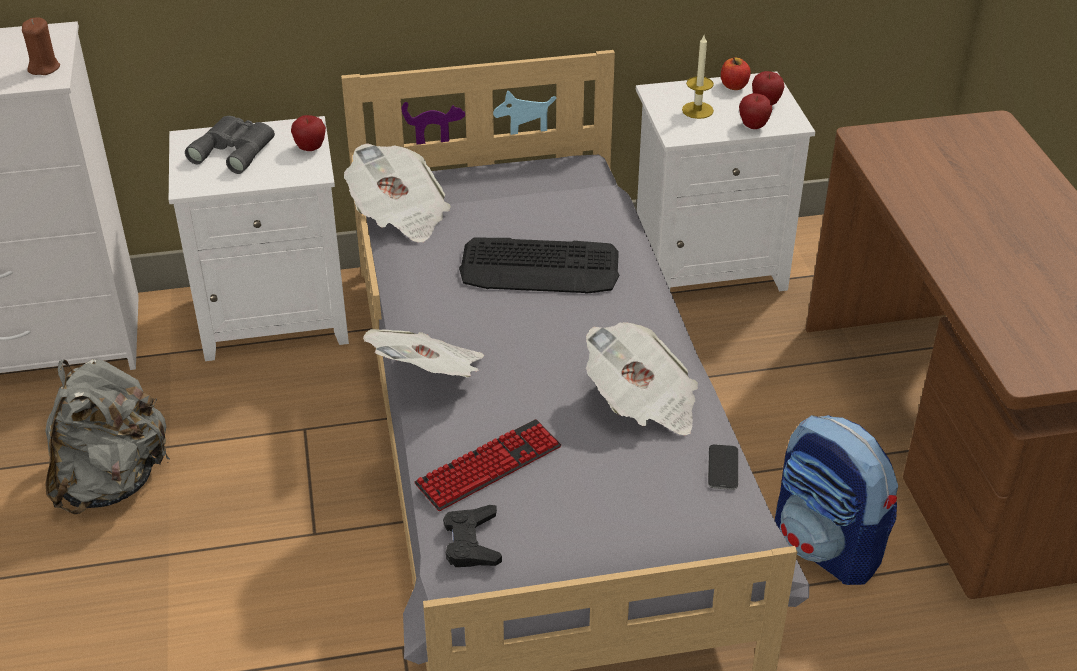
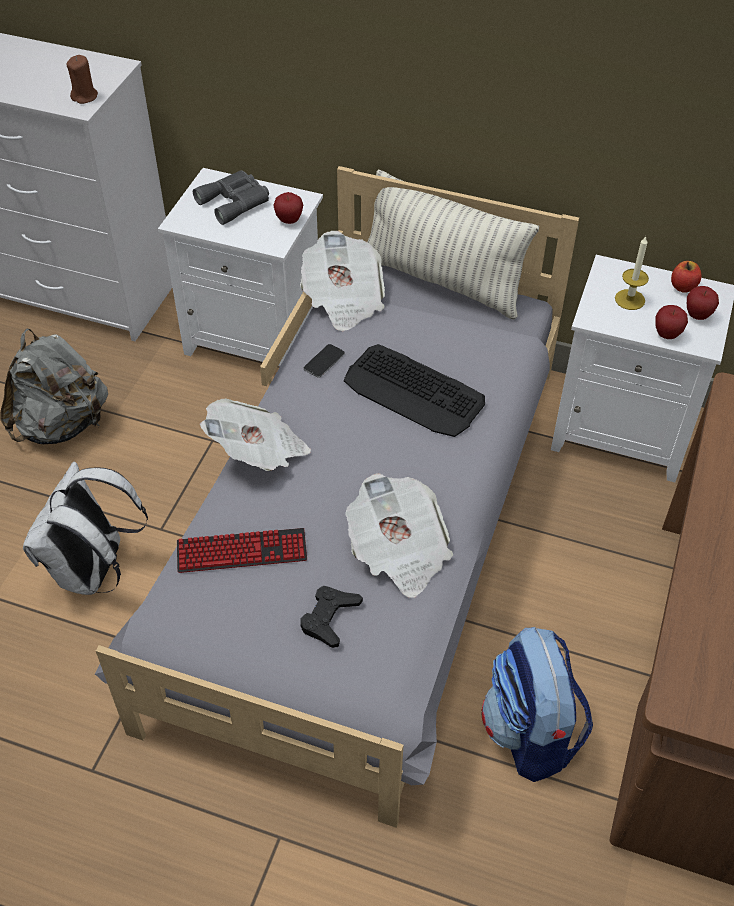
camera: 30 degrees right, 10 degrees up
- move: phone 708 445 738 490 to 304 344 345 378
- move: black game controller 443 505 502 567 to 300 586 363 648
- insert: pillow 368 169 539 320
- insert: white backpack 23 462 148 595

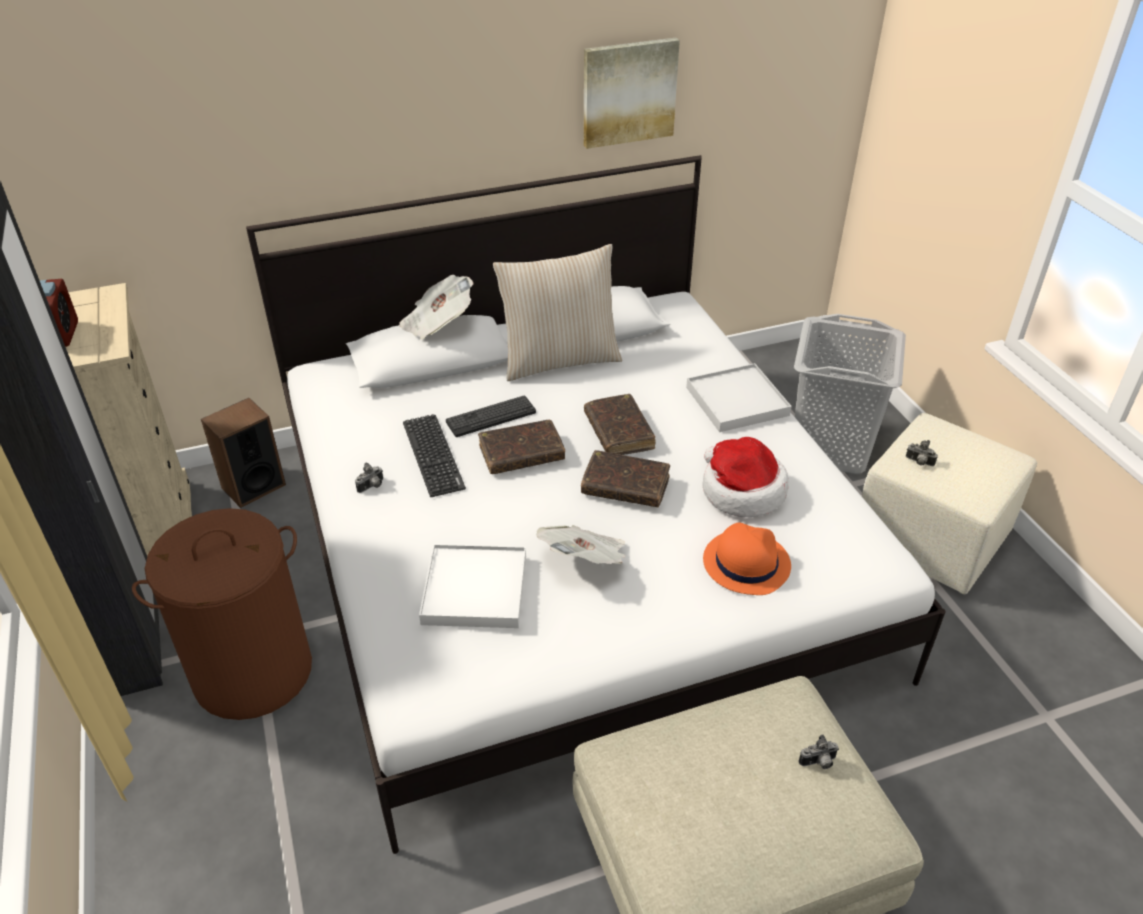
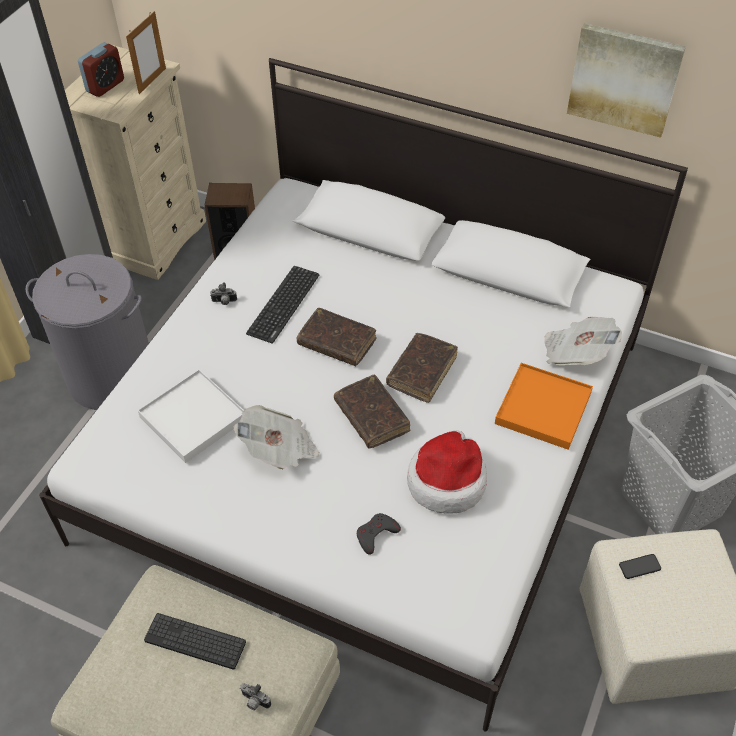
camera: 45 degrees right, 10 degrees up
- delete: beige pillow 493 244 623 381
- move: newspaper 399 275 474 340 to 544 316 622 365
- recolor: white tray 686 363 792 432 to orange tray 495 363 593 450
- move: keyboard 446 396 536 437 to 144 613 246 670
- replace: photo camera 906 440 938 466 to phone 619 554 661 579
- recolor: brown laundry basket 132 508 312 720 to grey laundry basket 26 254 149 410
- replace: orange hat 703 522 791 595 to grey game controller 357 513 401 555
- insert: picture frame 126 11 166 94

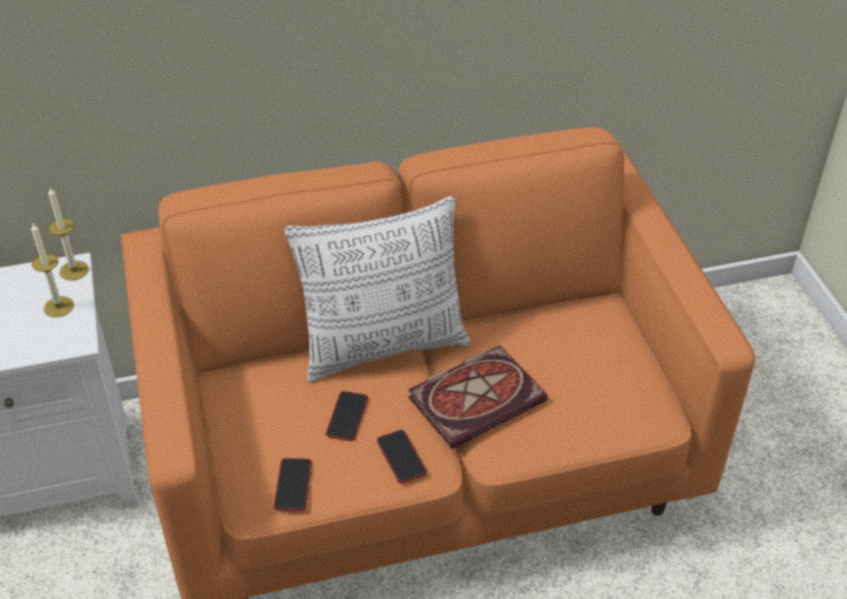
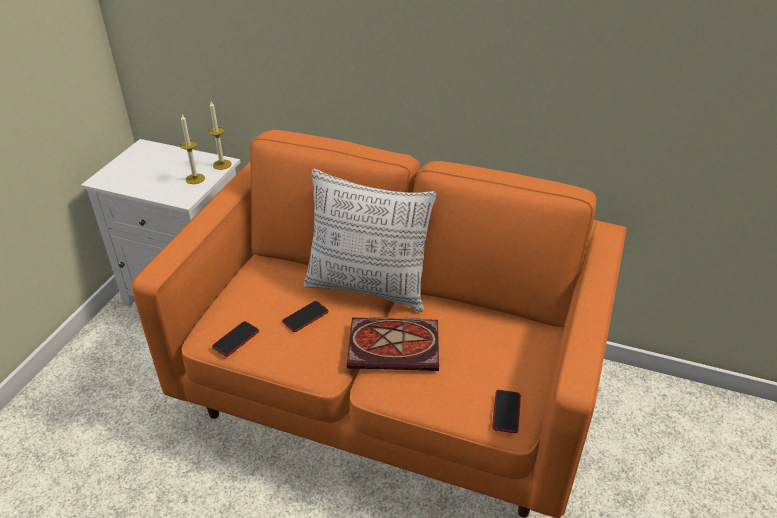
camera: 35 degrees right, 5 degrees down
- move: phone 377 430 427 484 to 492 390 521 433

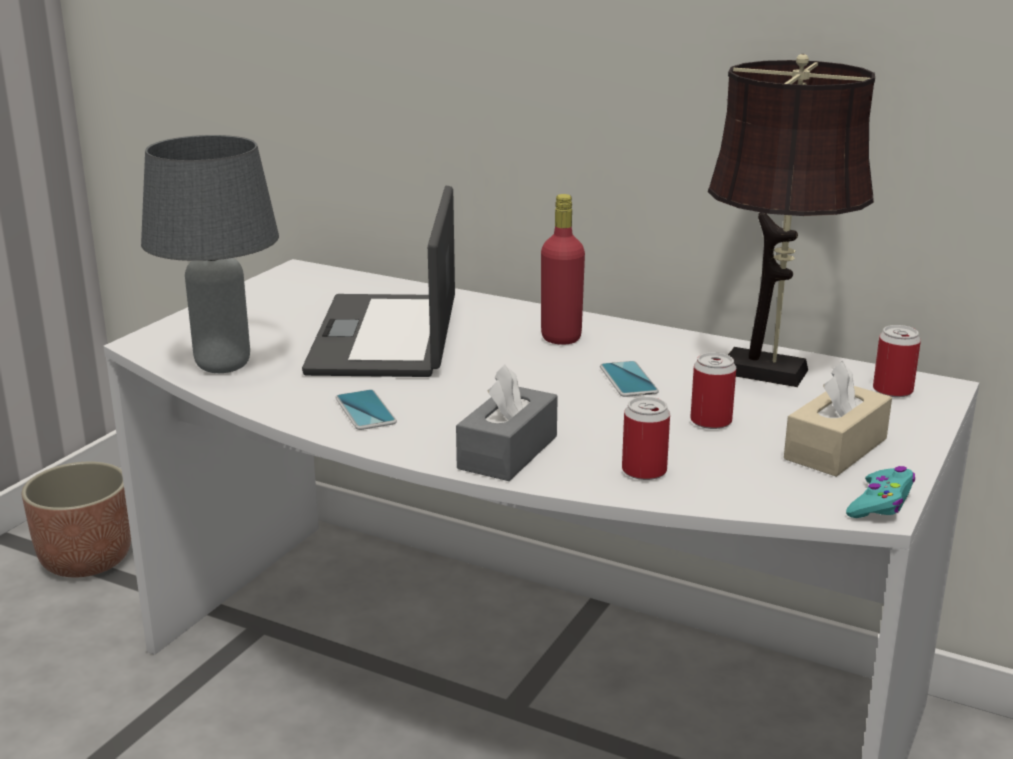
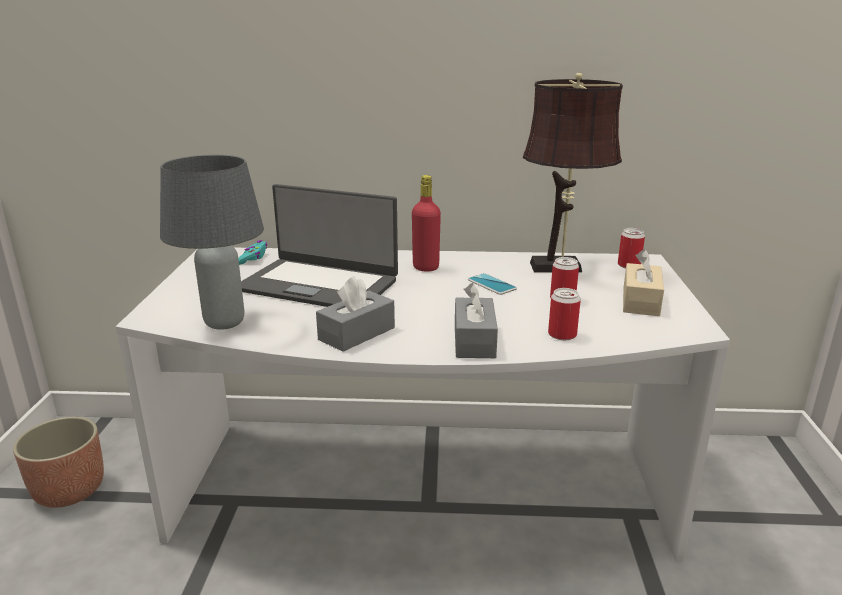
camera: 25 degrees left, 0 degrees up
- rotate: laptop 302 186 455 377 = 241 184 398 307 45 degrees counterclockwise
- replace: phone 335 390 397 430 to grey tissue box 316 276 395 352
- move: turquoise game controller 846 466 915 518 to 238 240 267 265

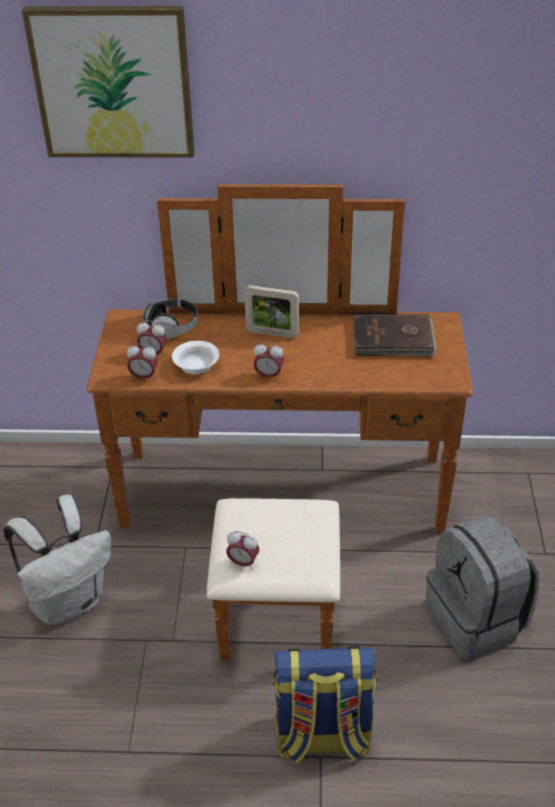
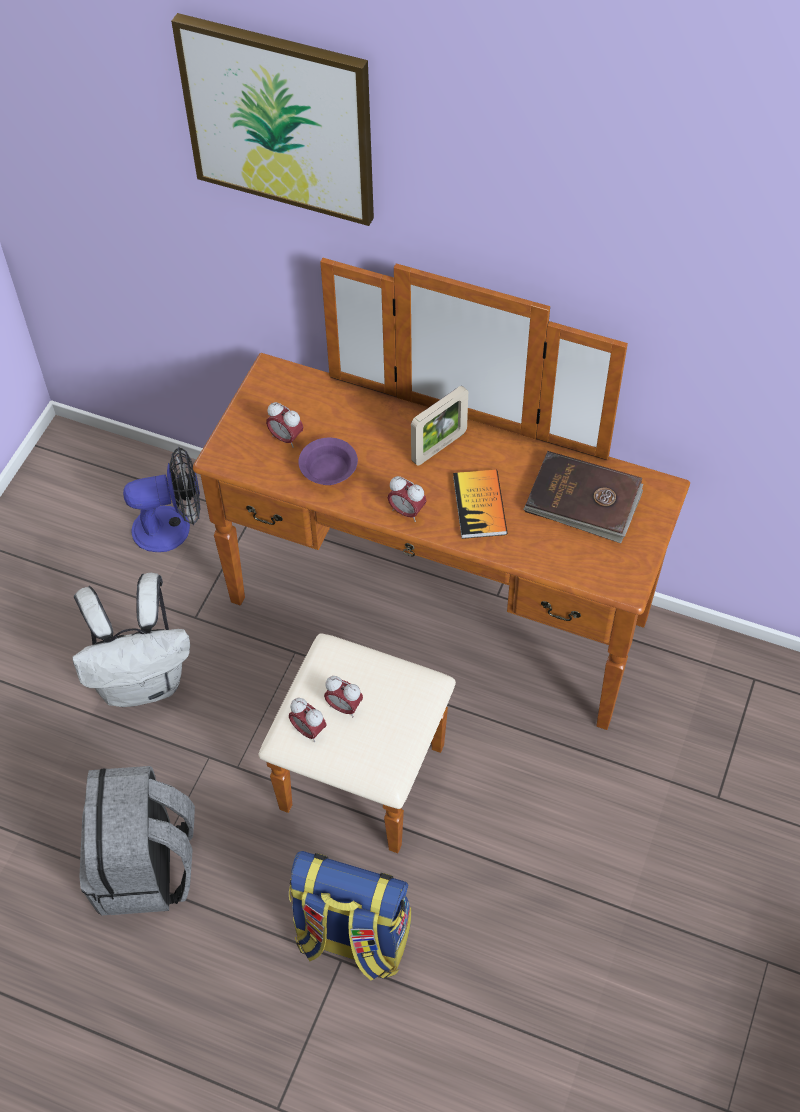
camera: 20 degrees right, 15 degrees up
- rotate: picture frame 244 285 299 338 = 411 386 468 466 75 degrees counterclockwise
- delete: headphones 143 299 198 340
- recolor: white bowl 172 341 219 374 to purple bowl 298 438 358 485
- move: alarm clock 126 343 158 381 to 324 676 363 717
- move: grey backpack 426 515 539 660 to 79 766 195 915
- insert: fan 123 447 201 552
- insert: book 453 470 507 539

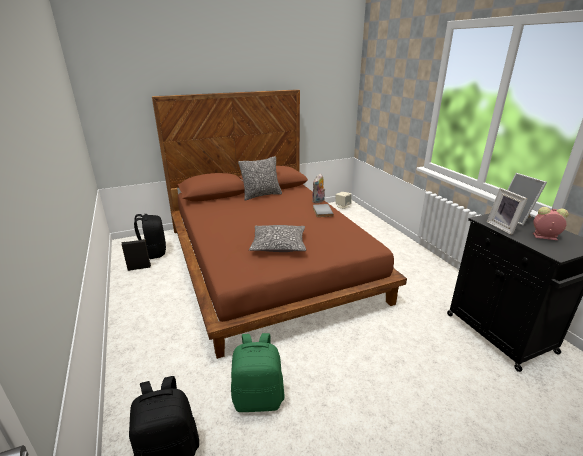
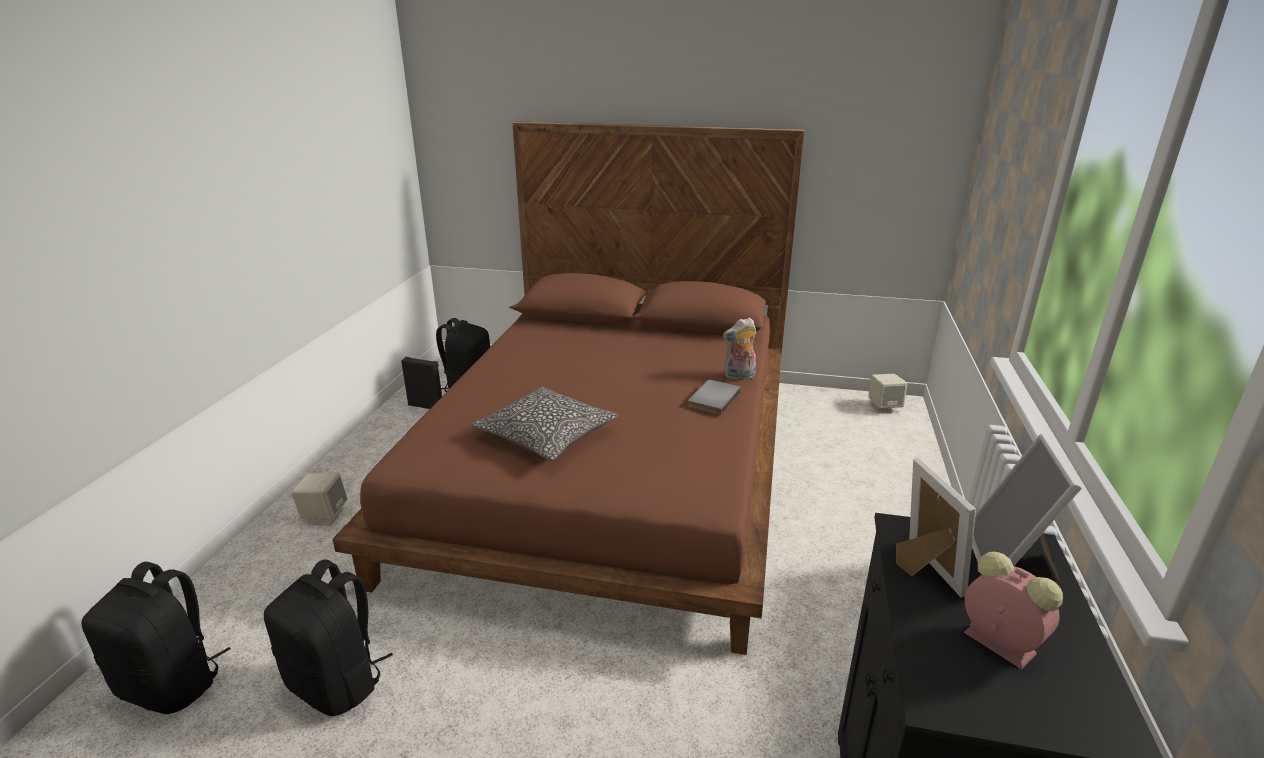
camera: 35 degrees right, 0 degrees up
- delete: pillow 238 156 282 201
- rotate: picture frame 487 188 528 235 = 896 458 976 598 150 degrees clockwise
- recolor: green backpack 231 333 284 412 to black backpack 264 559 393 716
- insert: beige speaker 291 472 348 526

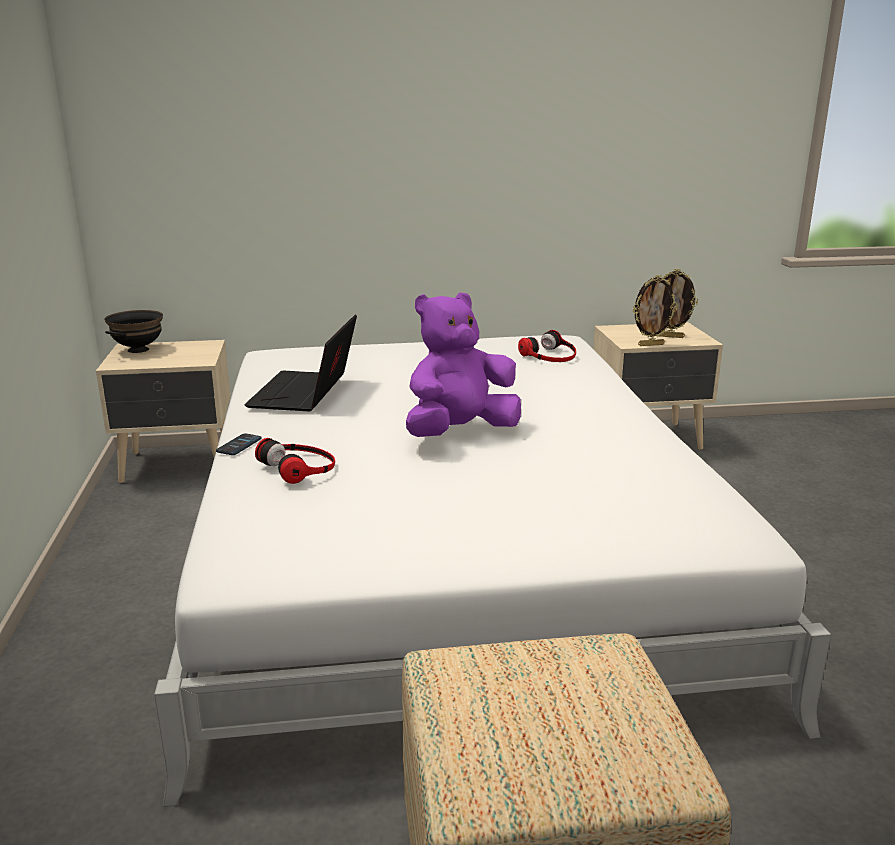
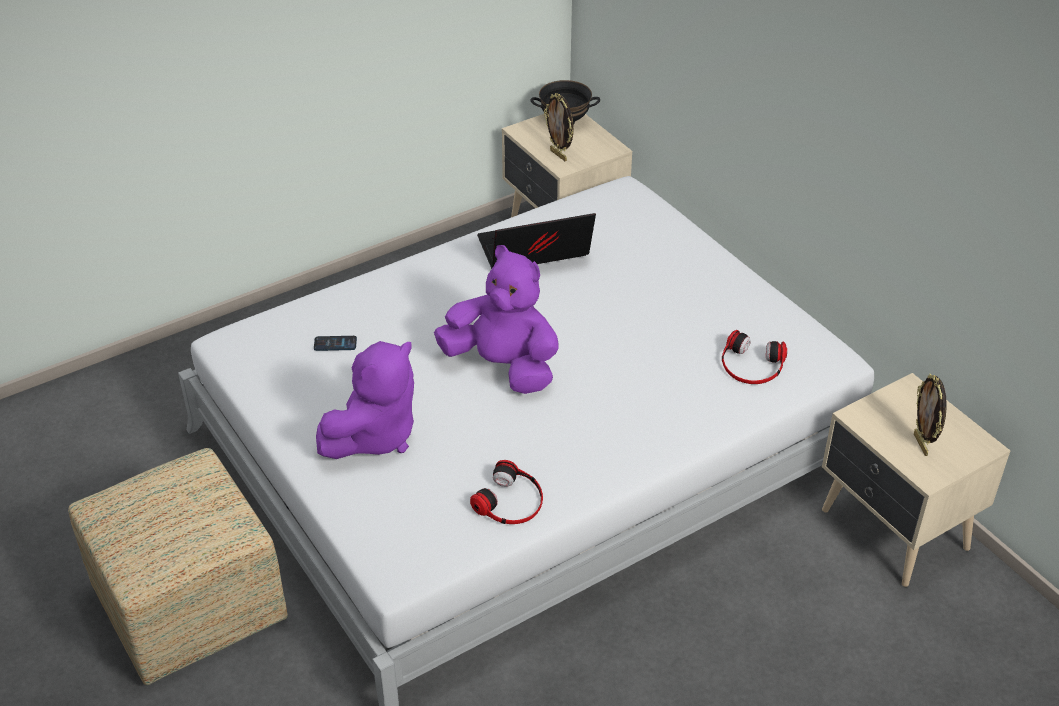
camera: 65 degrees right, 20 degrees up
- move: picture frame 633 275 677 346 to 544 93 574 161
- move: phone 216 434 262 455 to 314 336 357 351
- move: headphones 255 438 335 484 to 470 460 543 524
- insert: purple plush toy 316 341 414 459

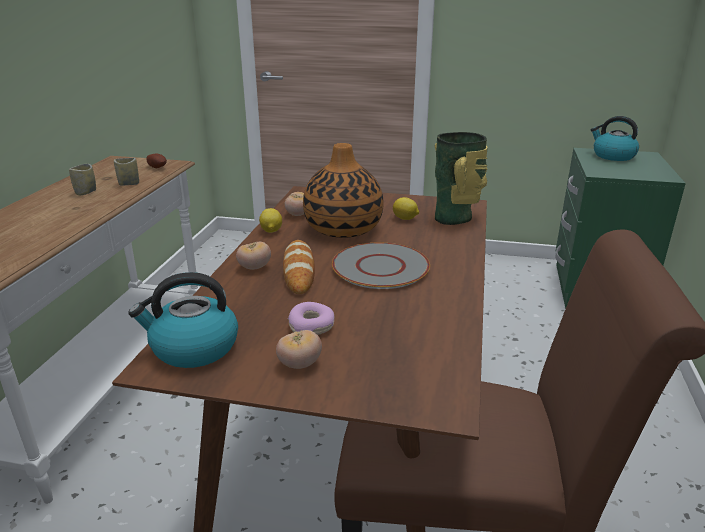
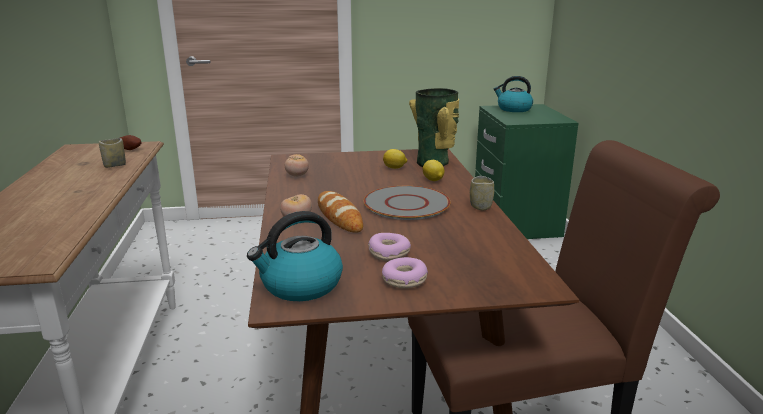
camera: 20 degrees left, 5 degrees down
- delete: vase 303 143 383 238
- move: cup 69 164 96 195 to 470 176 494 210
- move: lemon 259 208 282 233 to 423 160 444 181
- replace: tomato 276 330 322 369 to donut 382 257 428 288

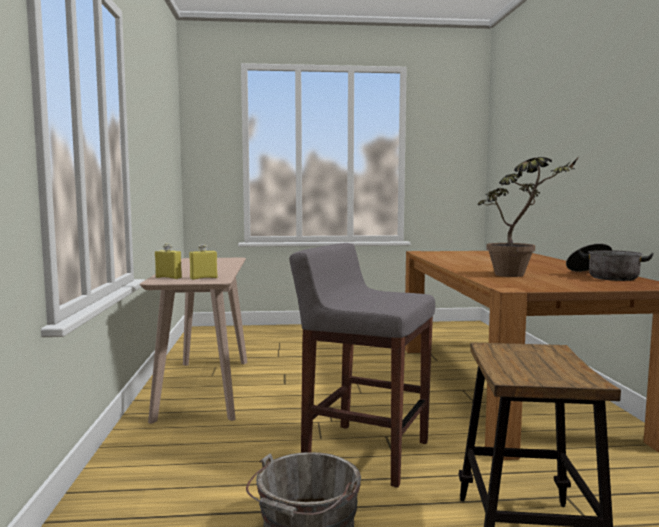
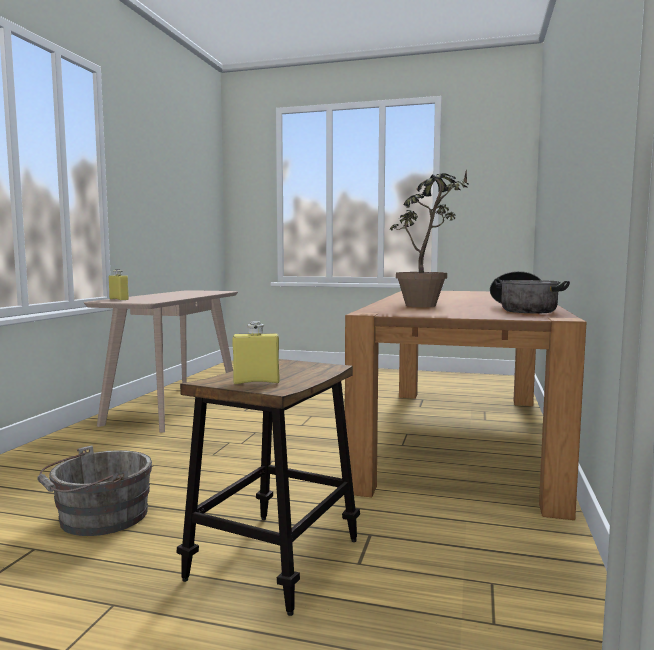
camera: 20 degrees right, 0 degrees up
- delete: grey stool 289 243 435 488
- move: yellow bottle 189 244 217 280 to 232 321 279 384

